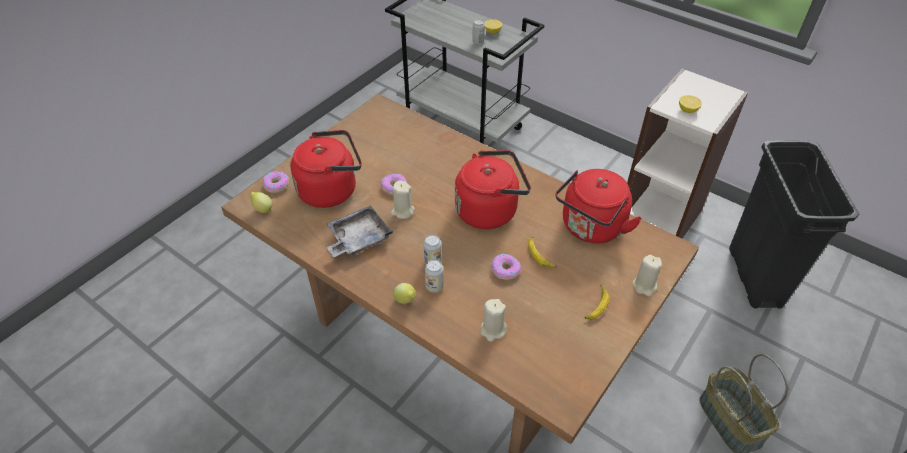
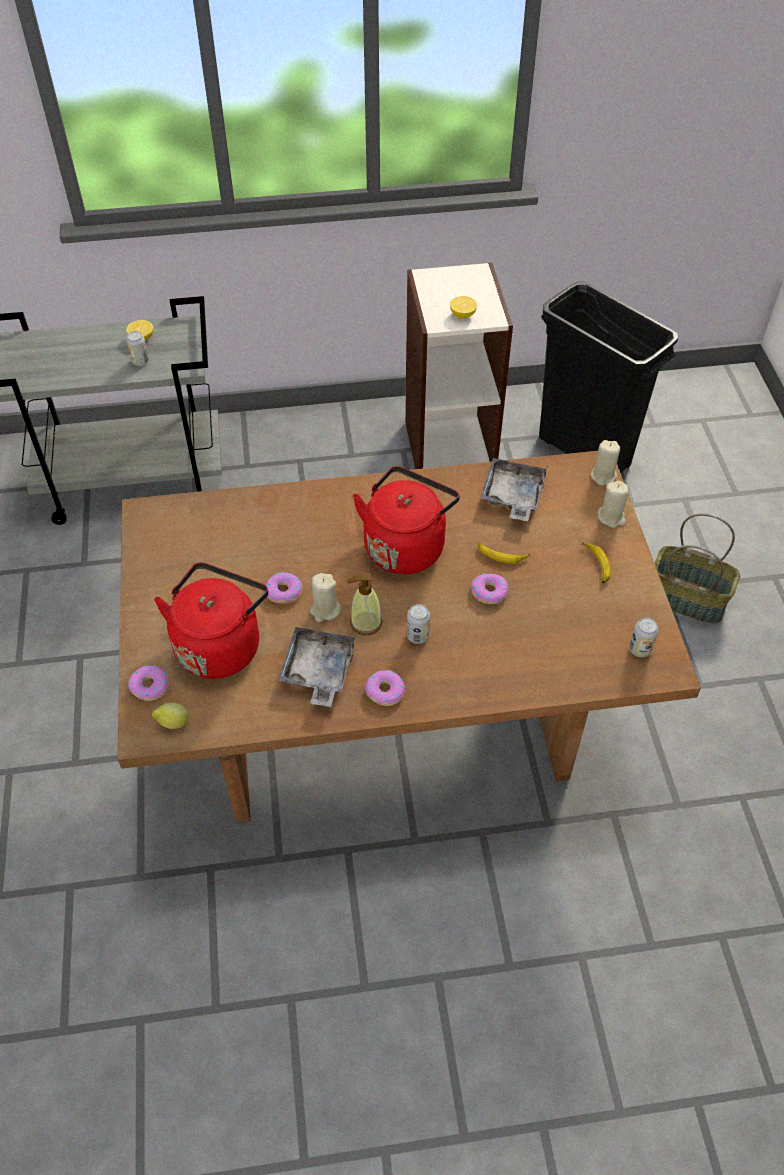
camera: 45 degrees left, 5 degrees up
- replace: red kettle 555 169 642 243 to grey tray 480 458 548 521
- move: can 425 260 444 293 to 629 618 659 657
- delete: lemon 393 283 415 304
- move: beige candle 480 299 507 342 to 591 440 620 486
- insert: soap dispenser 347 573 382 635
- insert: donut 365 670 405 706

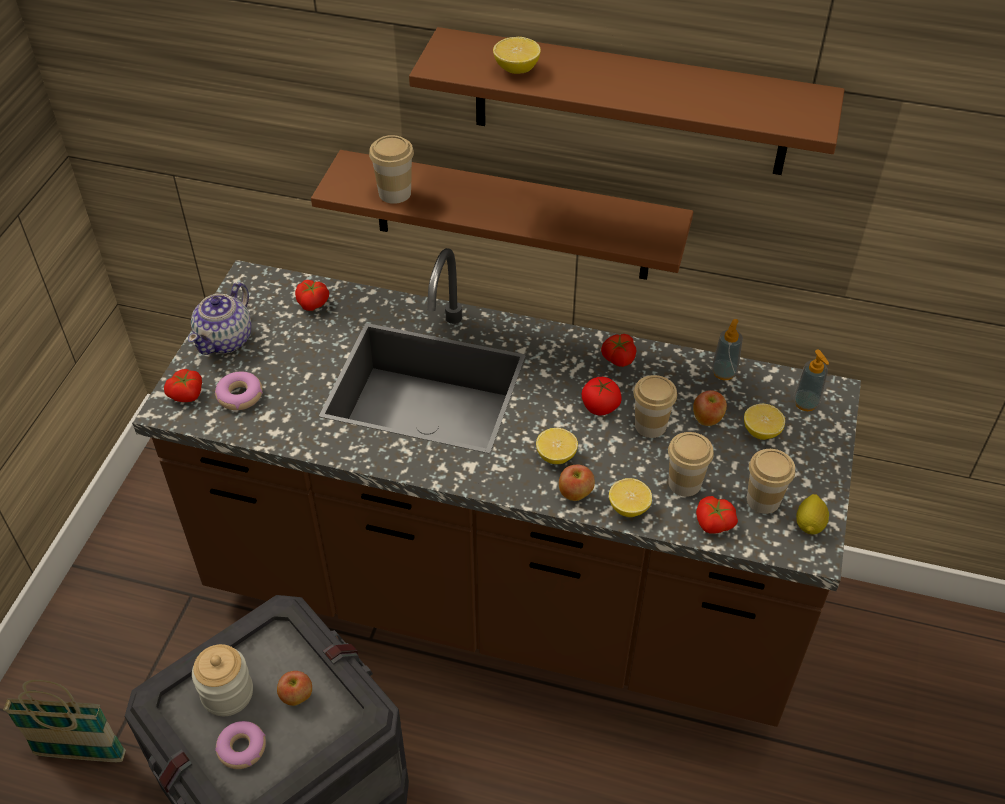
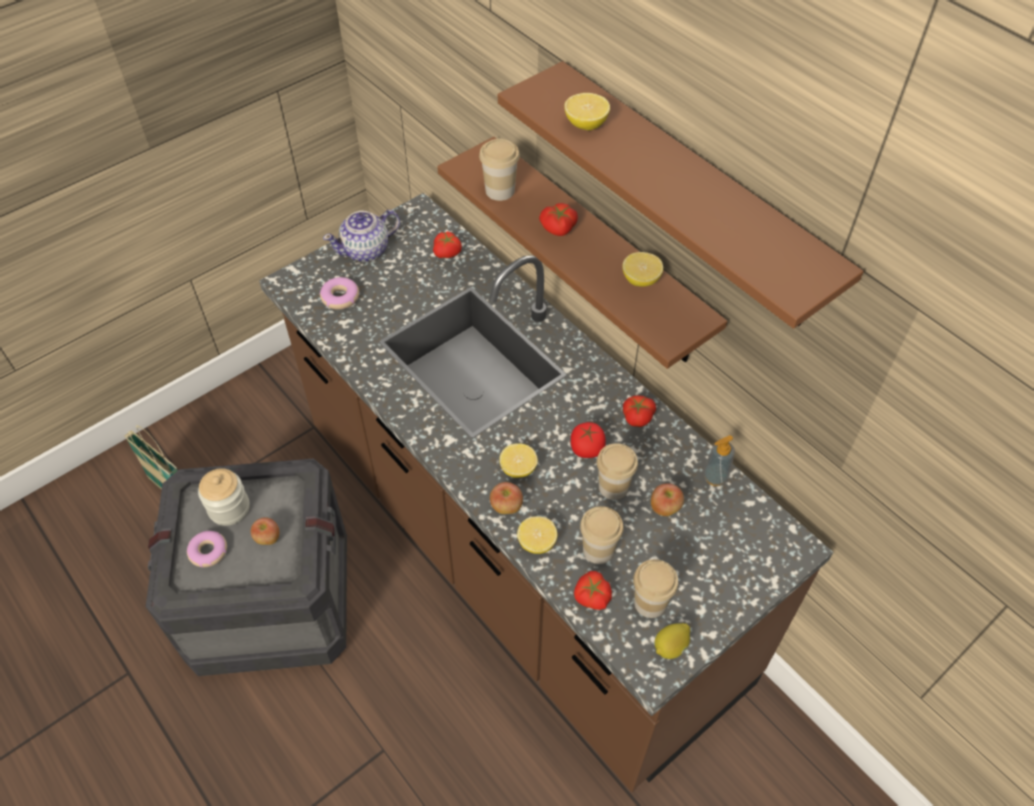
camera: 35 degrees right, 5 degrees up
- delete: soap dispenser 793 349 829 411
- move: tomato 164 369 202 402 to 539 203 578 236
- move: lemon 744 404 785 440 to 622 252 663 287

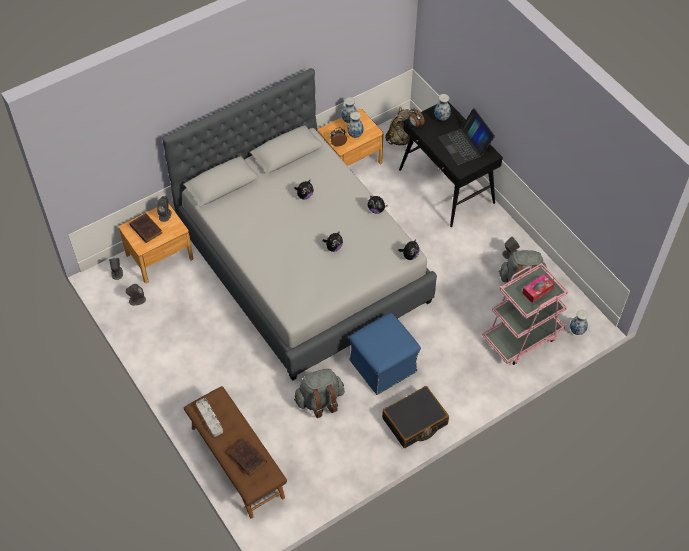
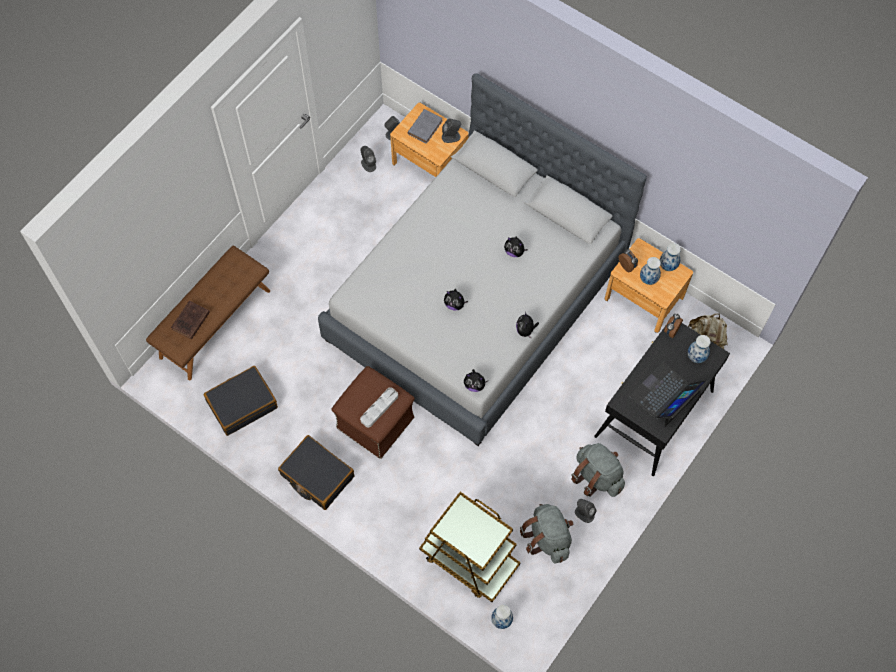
camera: 70 degrees right, 10 degrees up
- recolor: brown book 129 213 162 243 to grey book 407 109 443 144
- recolor: pink cart 482 263 568 365 to brown cart 419 492 521 602
- delete: tissue box 522 274 555 303
- recolor: blue ottoman 349 313 421 395 to brown ottoman 332 366 415 459
- move: grey backpack 294 369 345 418 to 571 443 625 497
- move: grey tray 196 398 223 437 to 360 387 398 428
- insert: black suitcase 204 366 278 436

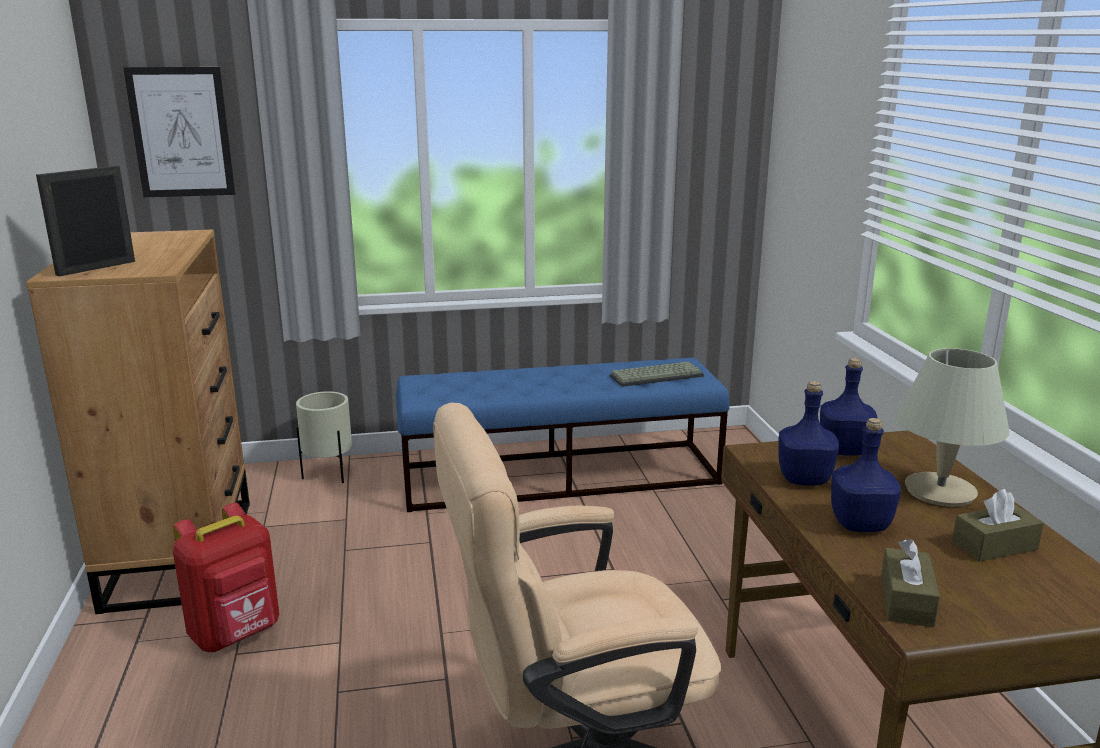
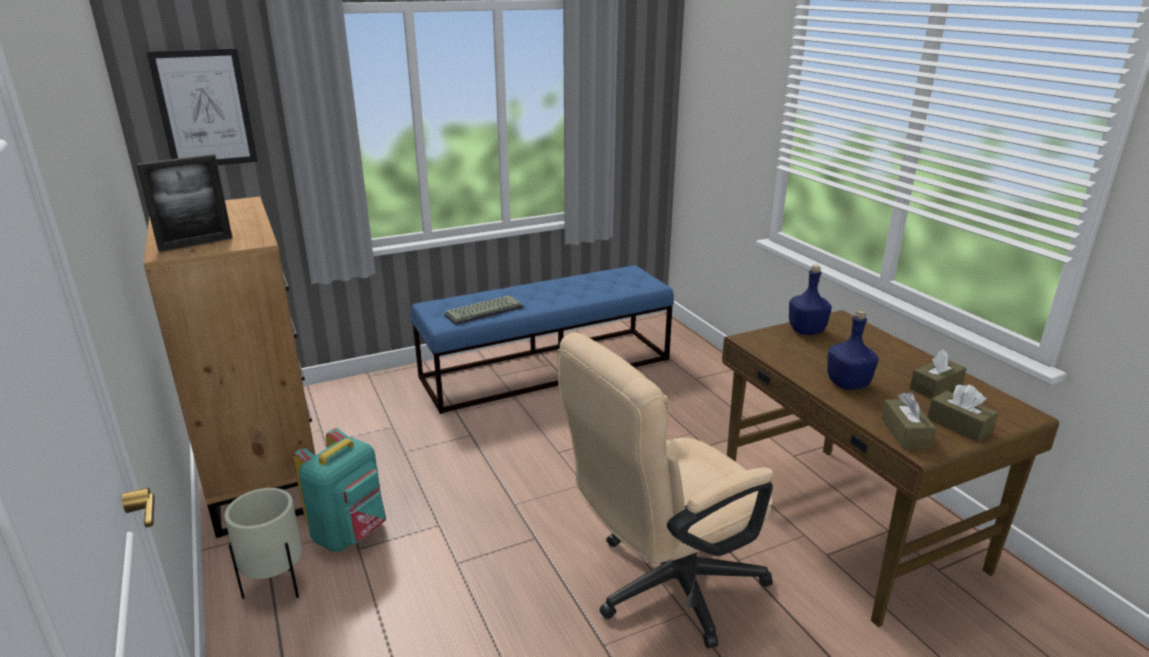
camera: 15 degrees left, 5 degrees up
- rotate: picture frame 36 166 135 276 = 137 154 233 252 150 degrees counterclockwise
- delete: beige table lamp 896 348 1009 507
- move: keyboard 610 361 704 387 to 444 295 524 325
- delete: blue bottle 778 381 839 486
- move: beige planter 296 391 352 483 to 224 488 302 599
- recolor: red backpack 173 503 279 652 to turquoise backpack 293 428 386 552
- insert: brown tissue box 927 385 998 442

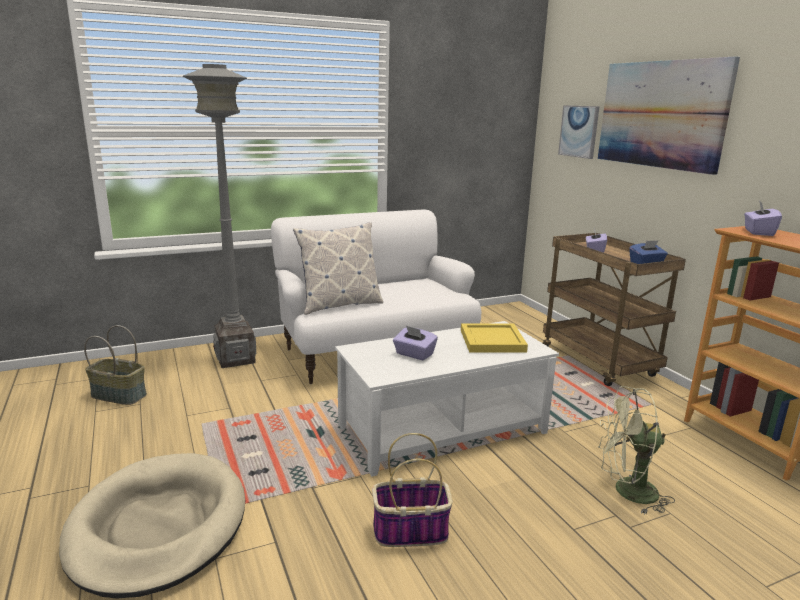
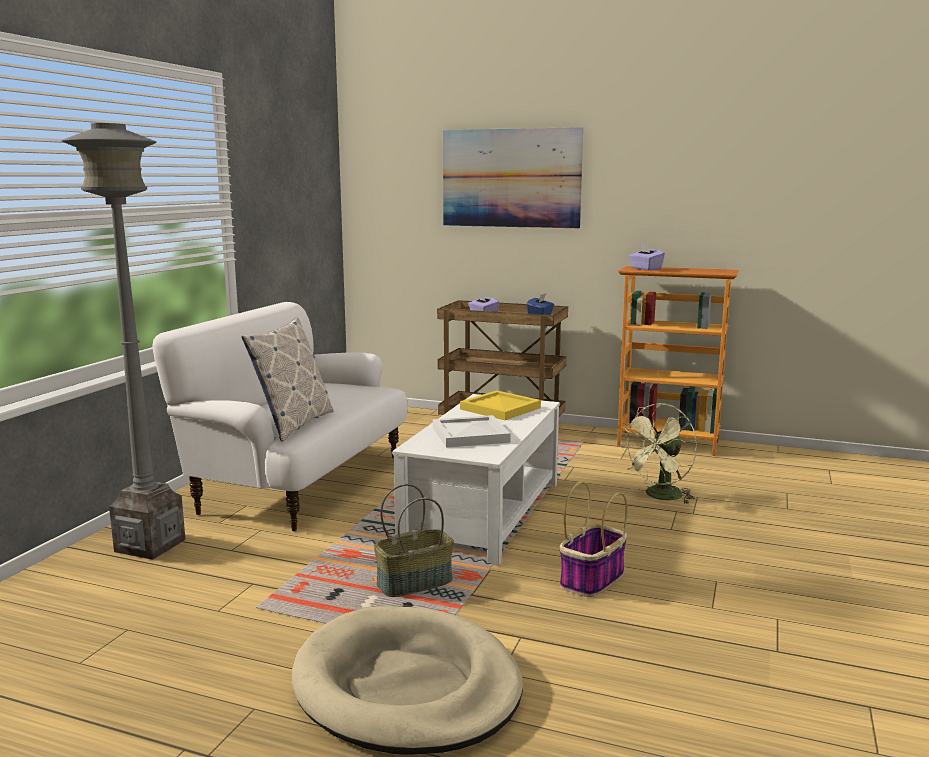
camera: 45 degrees left, 5 degrees down
- delete: picture 558 105 600 159
- move: basket 84 325 147 405 to 374 484 454 597
- replace: purple tissue box 393 325 438 361 to white tray 433 415 511 447

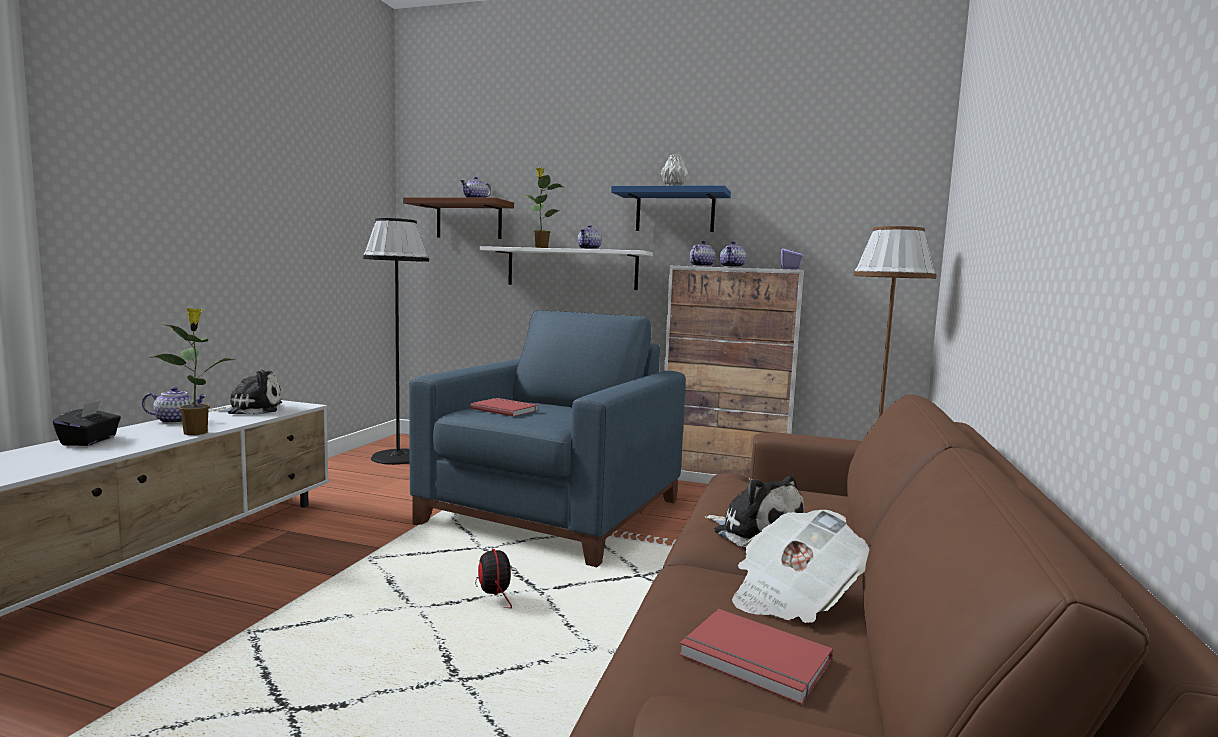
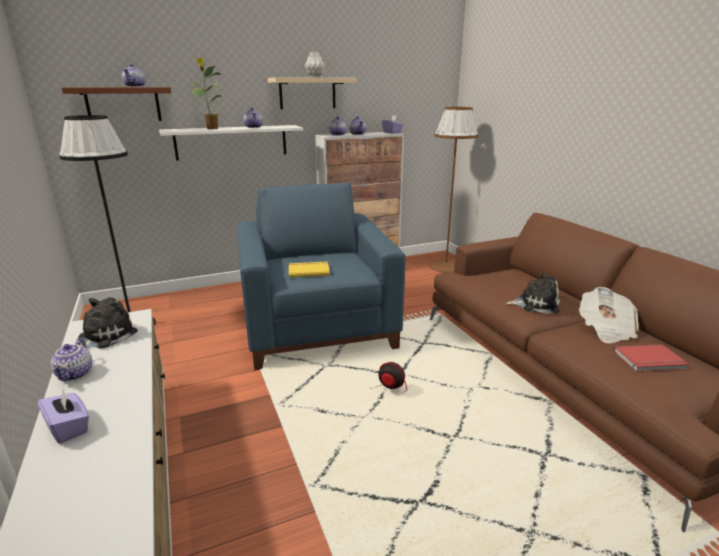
camera: 40 degrees left, 15 degrees up
- recolor: blue shelf 611 185 731 232 to beige shelf 268 77 356 109
- delete: potted plant 149 308 236 435
- rotate: teapot 142 387 206 424 = 51 338 93 381 135 degrees clockwise
- recolor: red book 470 398 538 417 to yellow book 289 262 330 278
- recolor: black tissue box 53 401 121 446 to purple tissue box 38 390 89 444

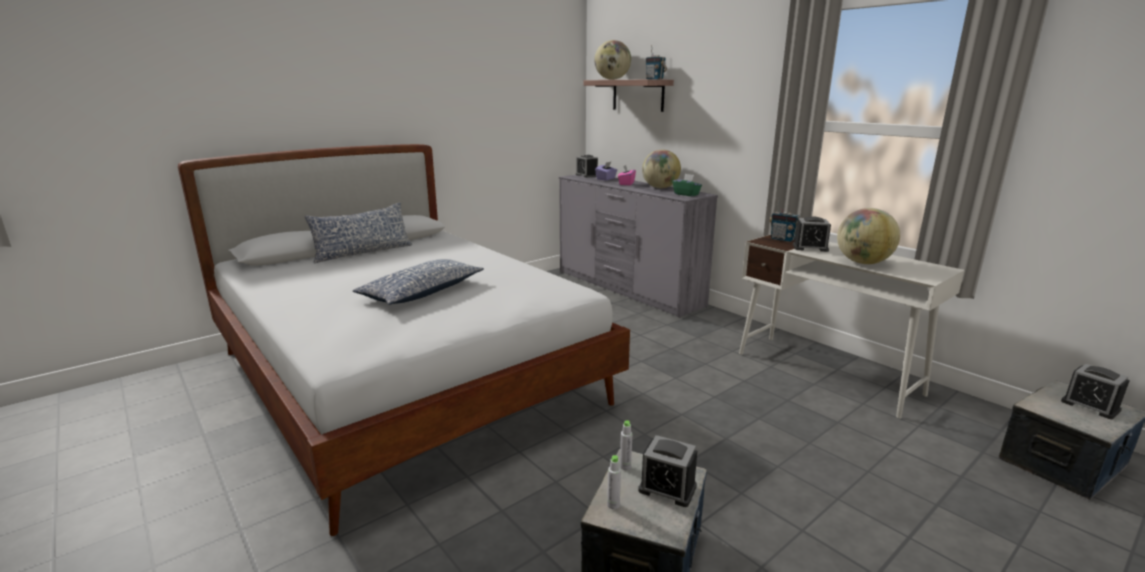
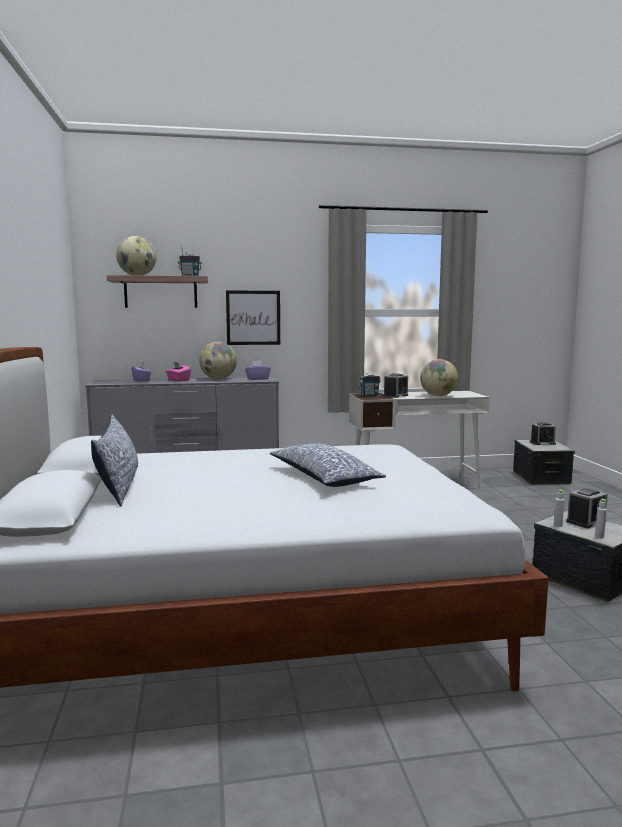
camera: 60 degrees left, 10 degrees down
- delete: alarm clock 576 155 598 178
- recolor: green tissue box 673 174 702 196 to purple tissue box 245 360 271 380
- insert: picture 226 290 280 345

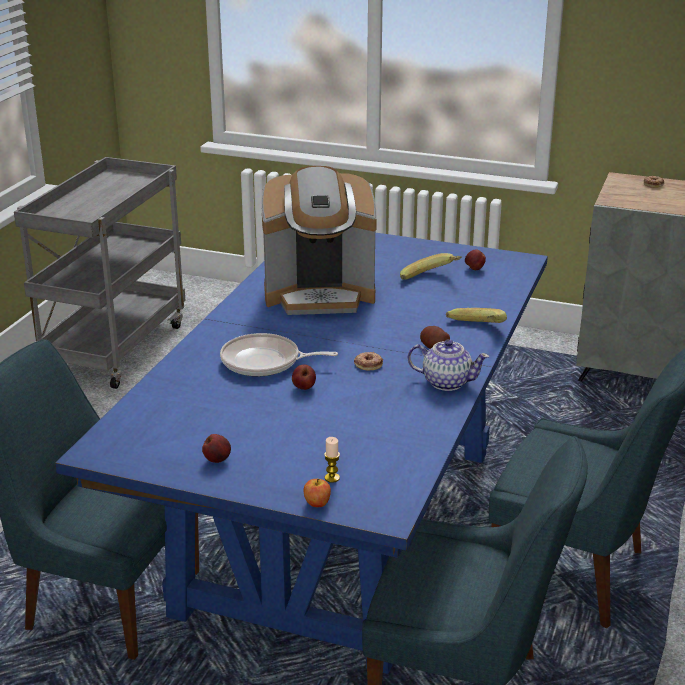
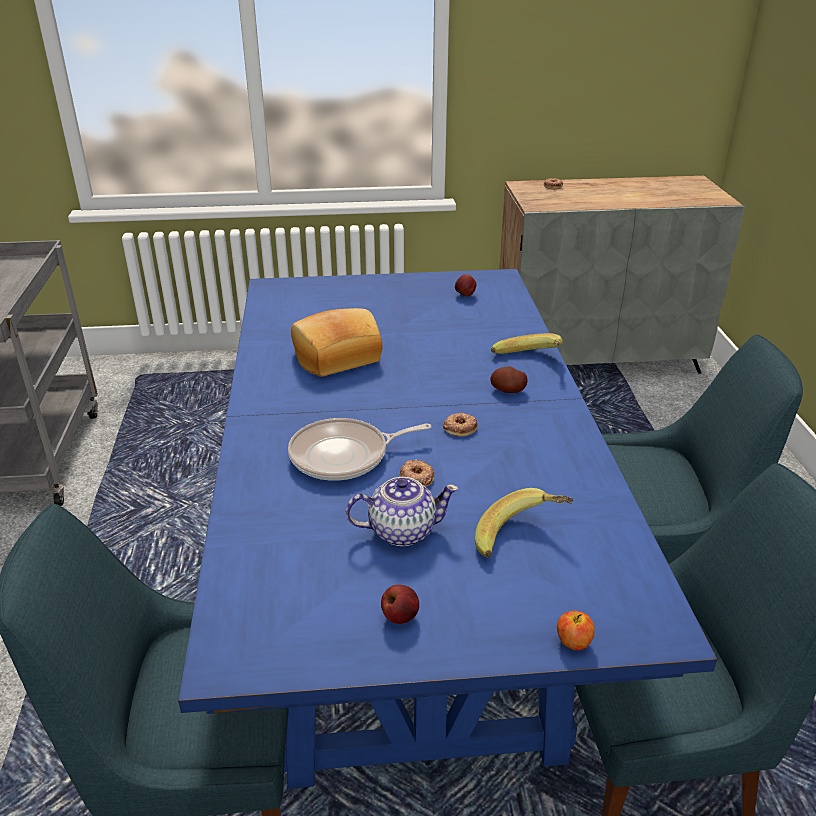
camera: 25 degrees left, 5 degrees up
- replace: coffee machine 261 166 377 315 to bread 291 308 383 377
- move: banana 400 253 462 280 to 475 488 573 558
- move: teapot 408 339 490 391 to 346 477 459 546
- replace: apple 292 364 316 390 to donut 399 459 434 487
- delete: candle 324 437 340 483

